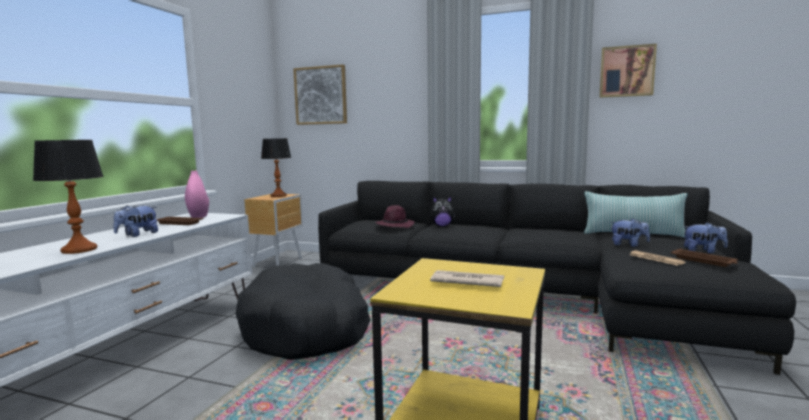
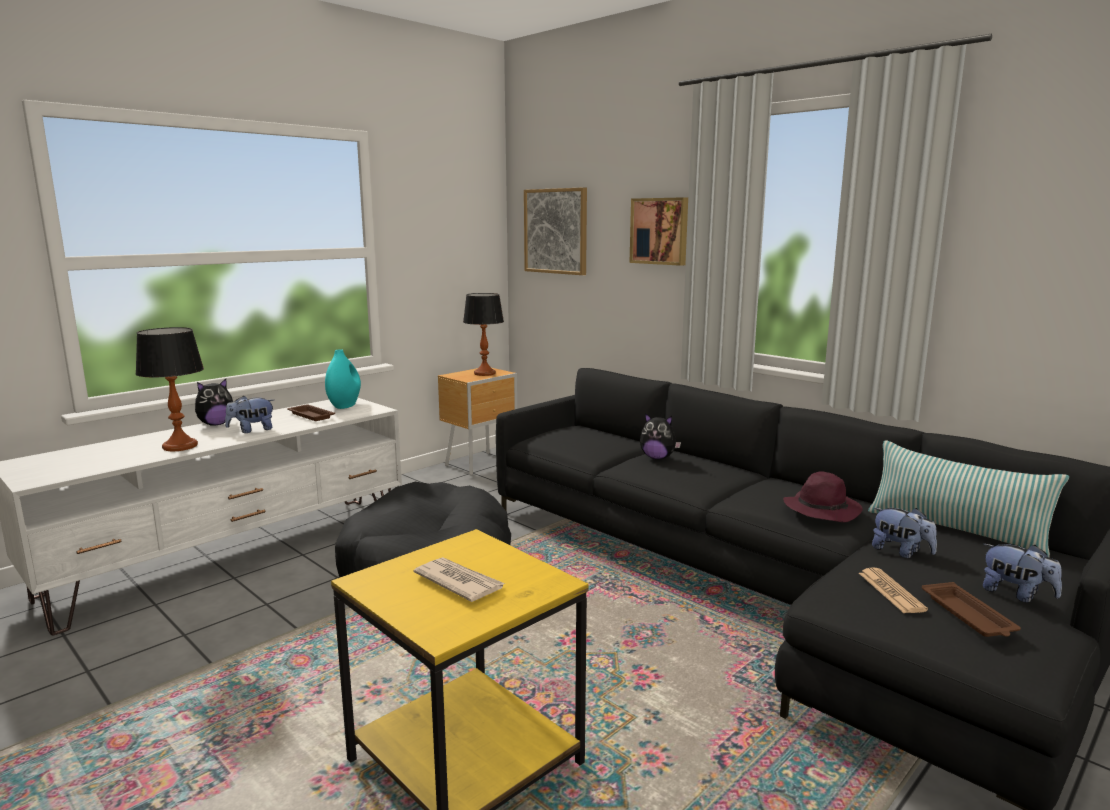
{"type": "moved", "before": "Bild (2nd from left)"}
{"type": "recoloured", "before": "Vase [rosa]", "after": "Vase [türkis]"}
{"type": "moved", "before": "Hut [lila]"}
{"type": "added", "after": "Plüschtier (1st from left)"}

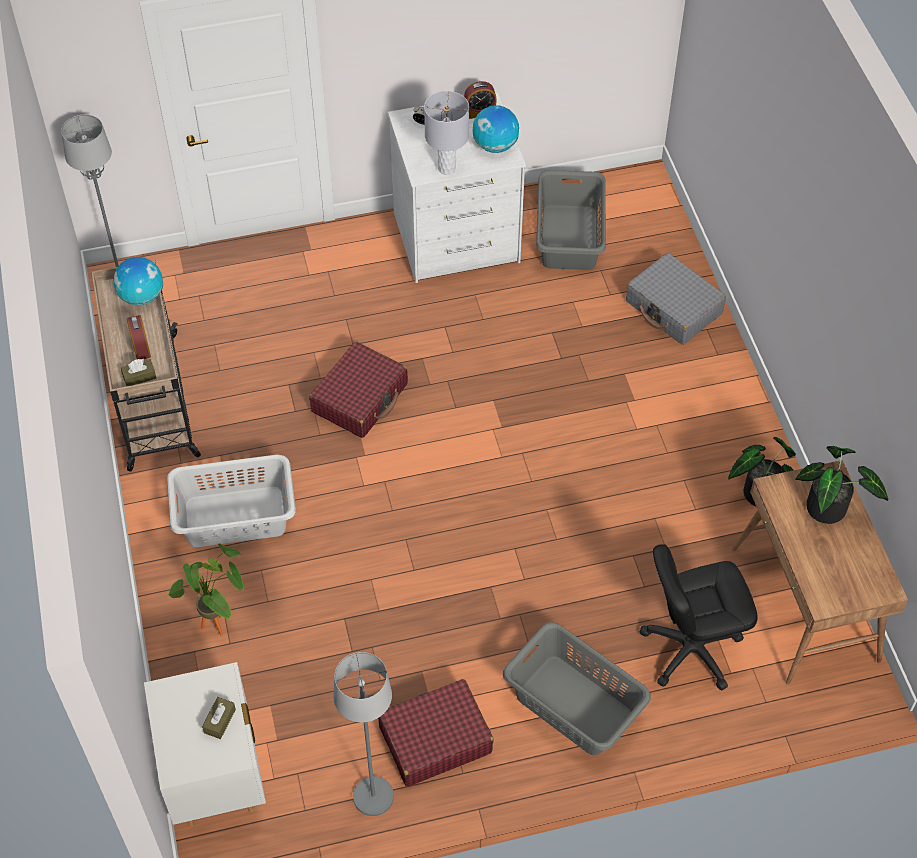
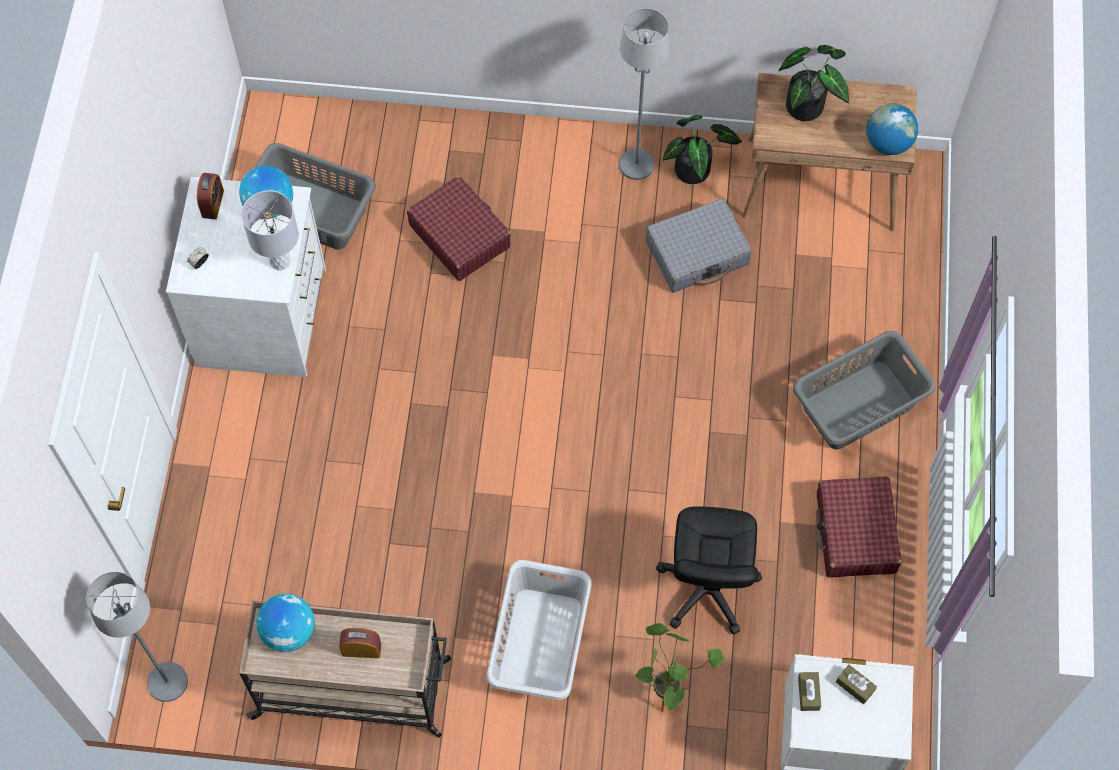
{"type": "moved", "before": "Koffer [grau]"}
{"type": "moved", "before": "Koffer [rot] (1st from left)"}
{"type": "moved", "before": "Taschentuchbox [braun] (1st from left)"}
{"type": "moved", "before": "Bürostuhl [schwarz]"}
{"type": "moved", "before": "Stehlampe [grau] (2nd from left)"}
{"type": "added", "after": "Globus (3rd from left)"}

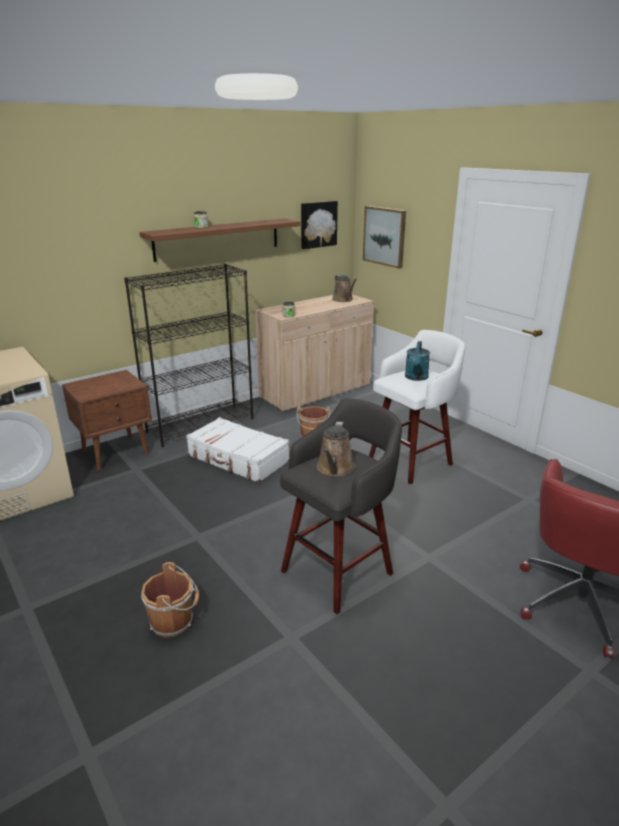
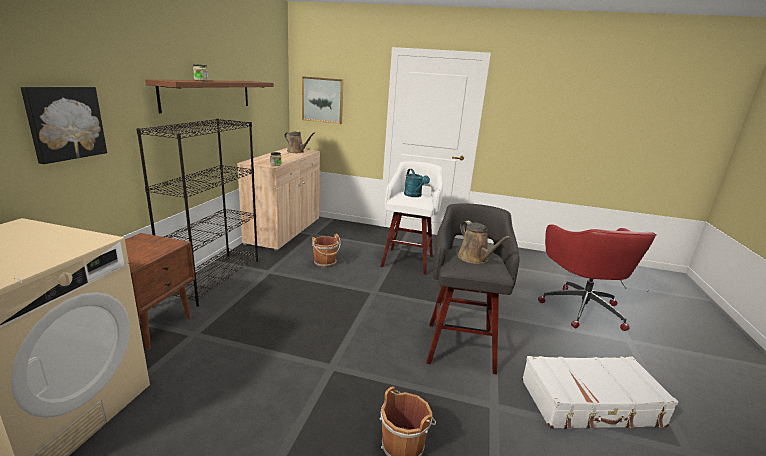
{"type": "moved", "before": "Bild (1st from left)"}
{"type": "moved", "before": "Koffer [weiß]"}

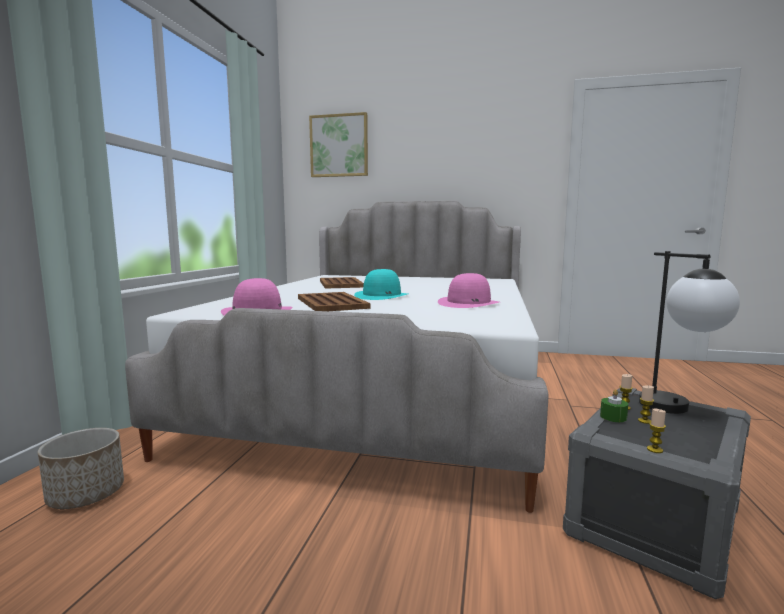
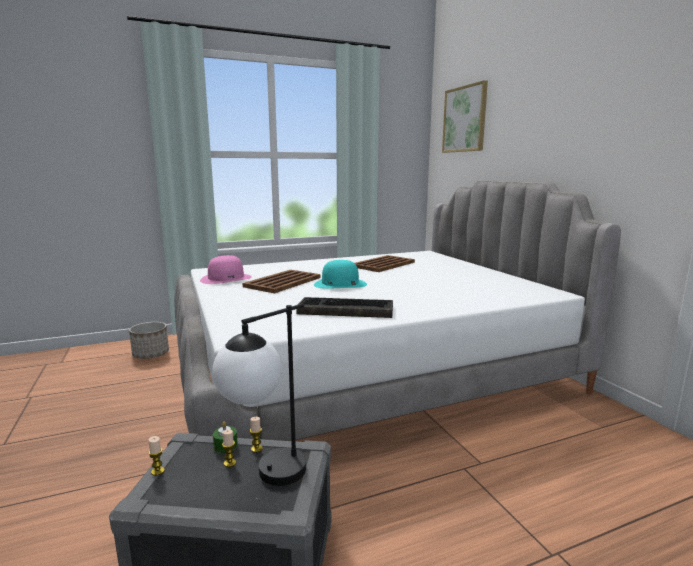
{"type": "replaced", "before": "Hut [rosa] (2nd from left)", "after": "Tastatur"}

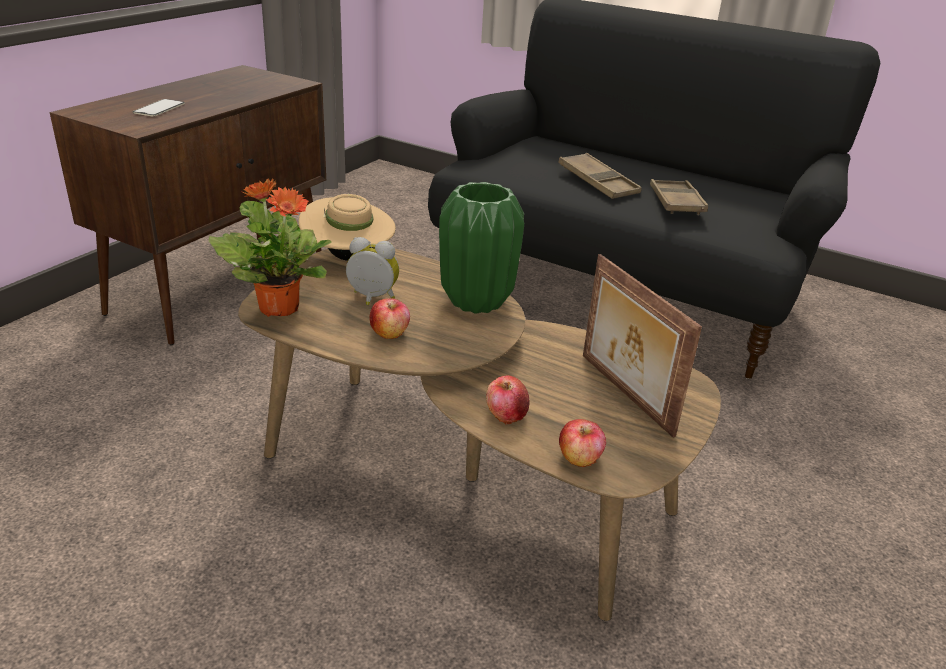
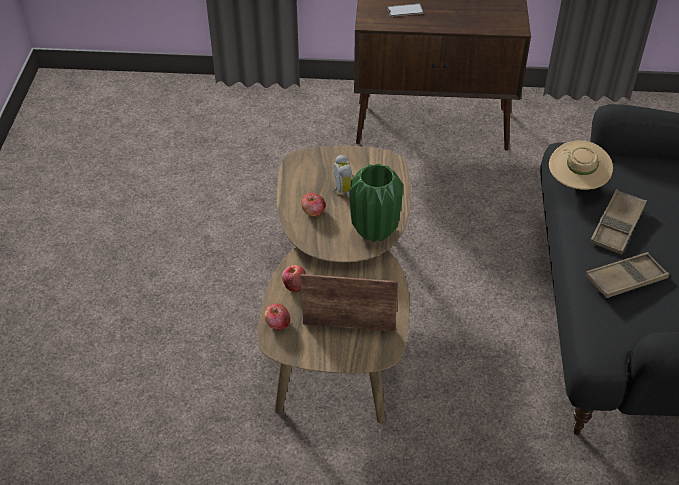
{"type": "removed", "before": "Topfpflanze"}
{"type": "moved", "before": "Hut [beige]"}
{"type": "turned", "before": "Bilderrahmen", "turn": 60}

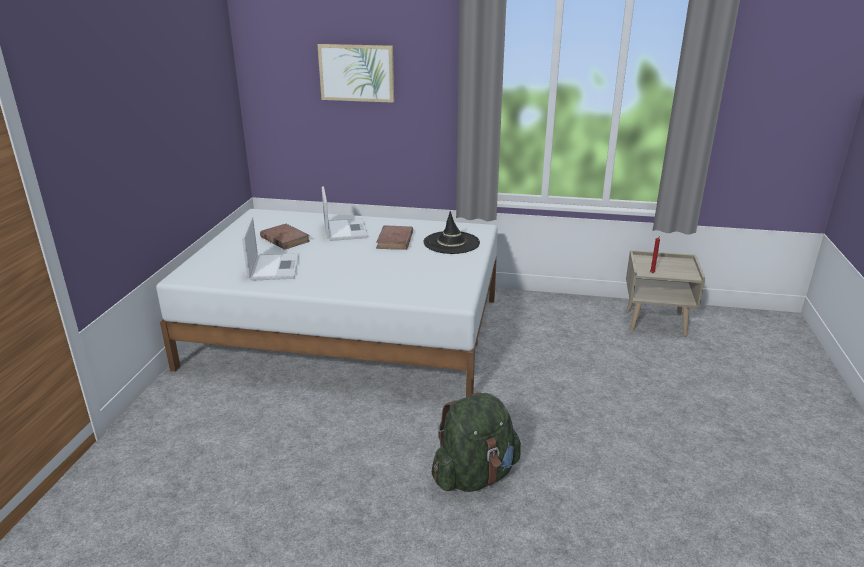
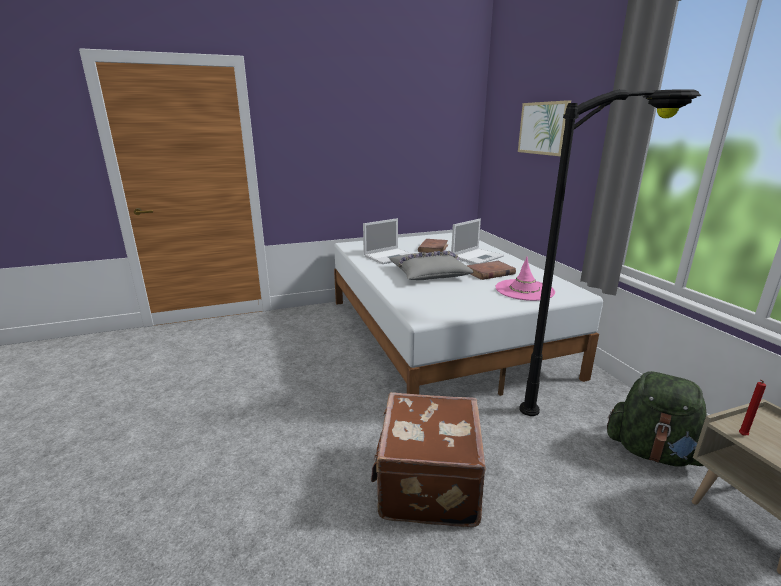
{"type": "recoloured", "before": "Hut [schwarz]", "after": "Hut [rosa]"}
{"type": "moved", "before": "Rucksack [grün]"}
{"type": "added", "after": "Stehlampe [schwarz]"}
{"type": "added", "after": "Kissen [grau]"}
{"type": "added", "after": "Koffer [braun]"}

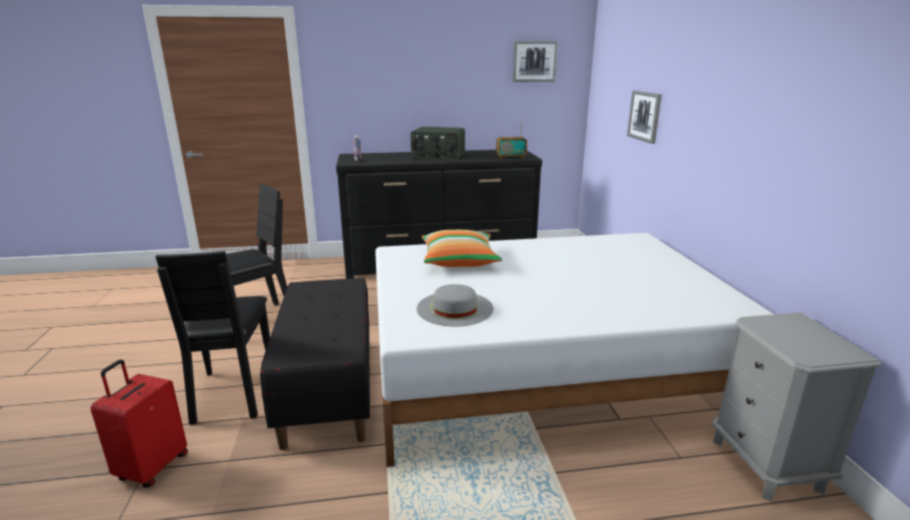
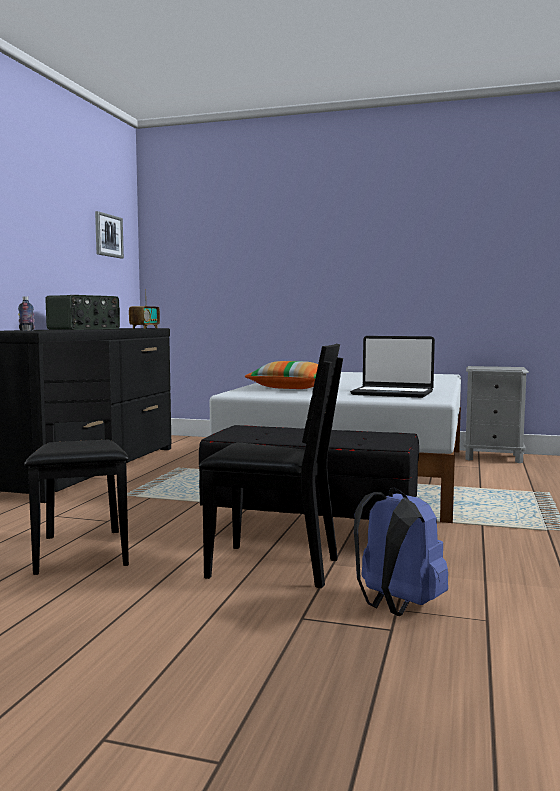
{"type": "removed", "before": "Bild (2nd from left)"}
{"type": "replaced", "before": "Hut [grau]", "after": "Laptop"}
{"type": "replaced", "before": "Koffer [rot]", "after": "Rucksack [blau]"}

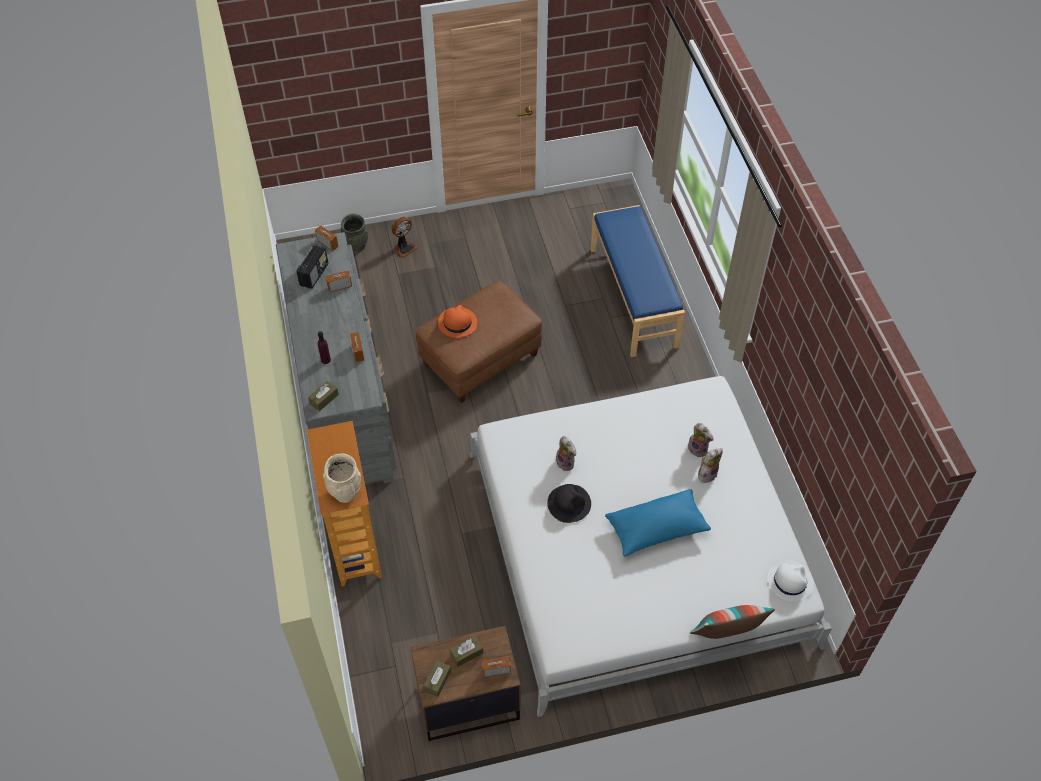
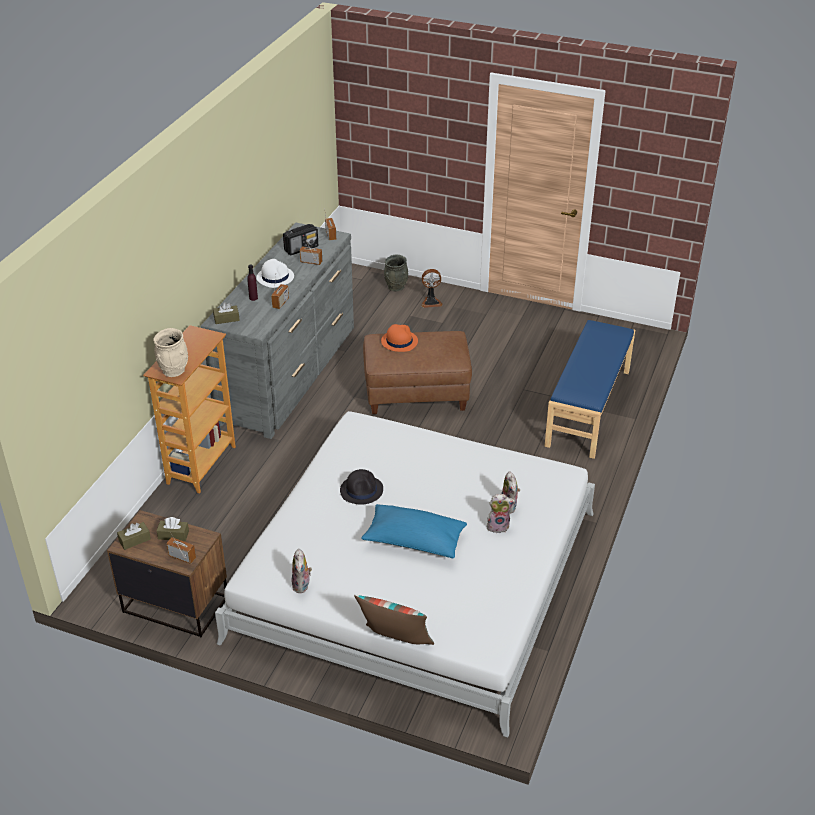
{"type": "moved", "before": "Plüschtier (1st from left)"}
{"type": "moved", "before": "Hut [weiß]"}

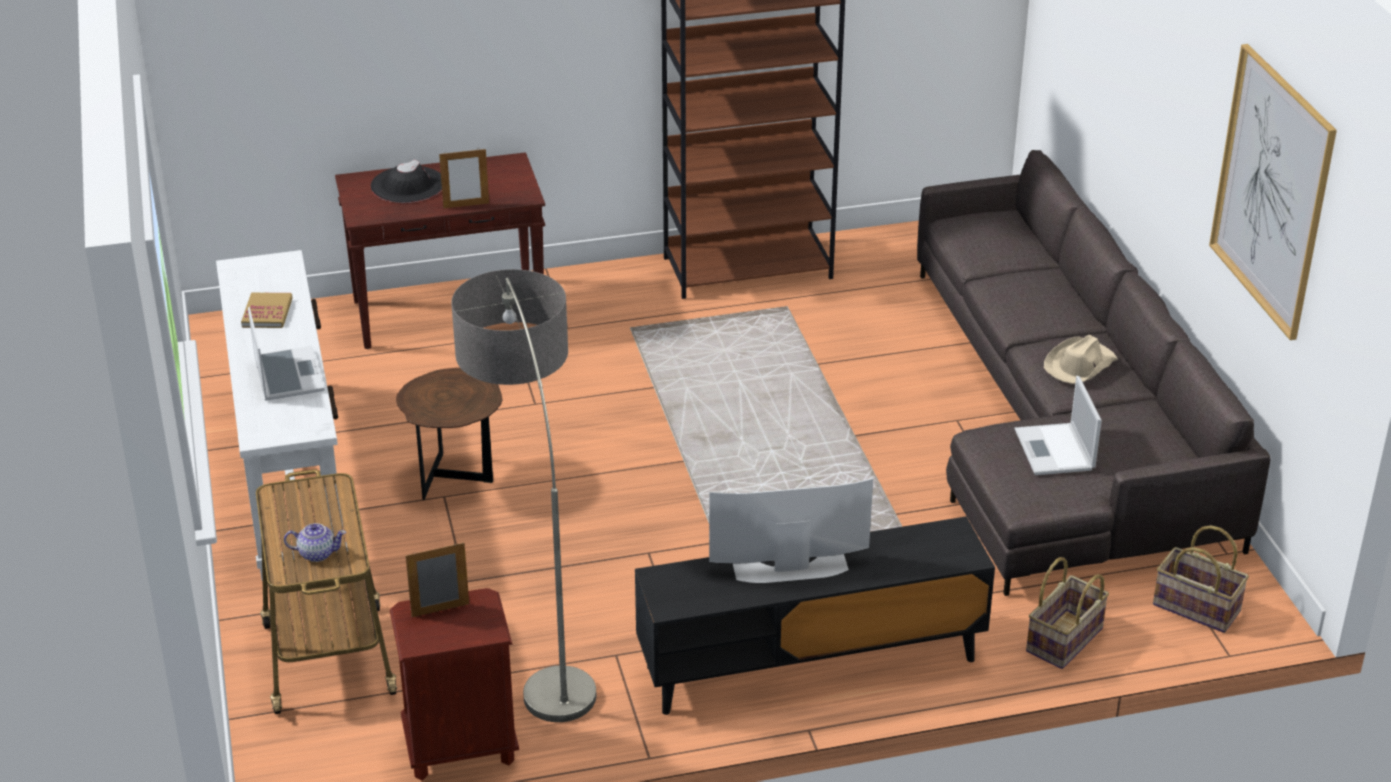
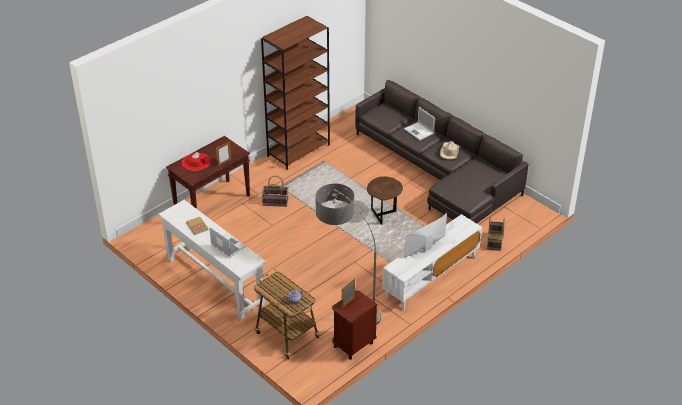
{"type": "removed", "before": "Bild"}
{"type": "recoloured", "before": "Hut [schwarz]", "after": "Hut [rot]"}
{"type": "moved", "before": "Beistelltisch [braun]"}
{"type": "moved", "before": "Laptop (2nd from left)"}
{"type": "recoloured", "before": "Fernsehschrank [schwarz]", "after": "Fernsehschrank [weiß]"}
{"type": "moved", "before": "Korb (2nd from left in the first image)", "after": "Korb (1st from left)"}

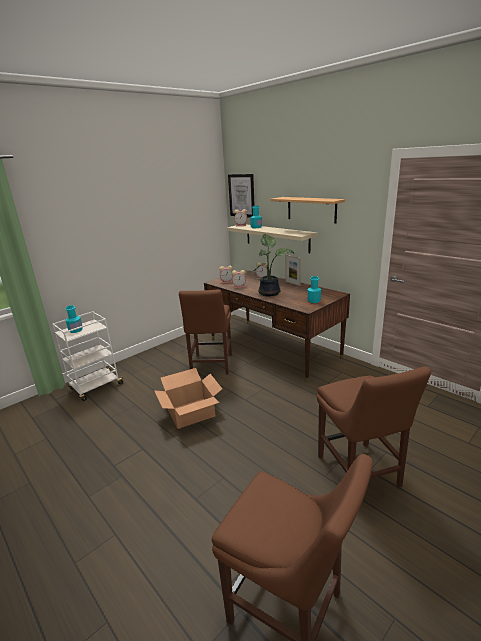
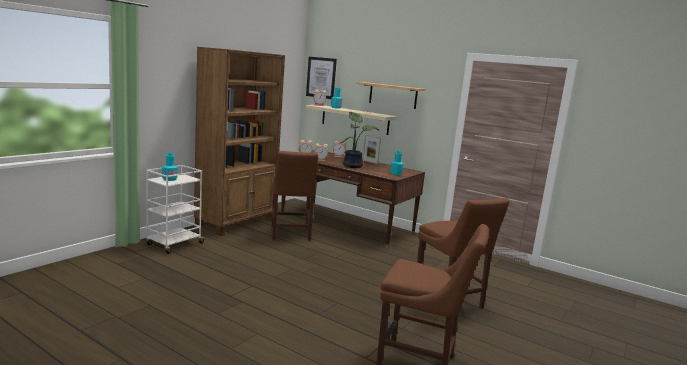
{"type": "removed", "before": "Karton"}
{"type": "added", "after": "Bücherregal [braun]"}

